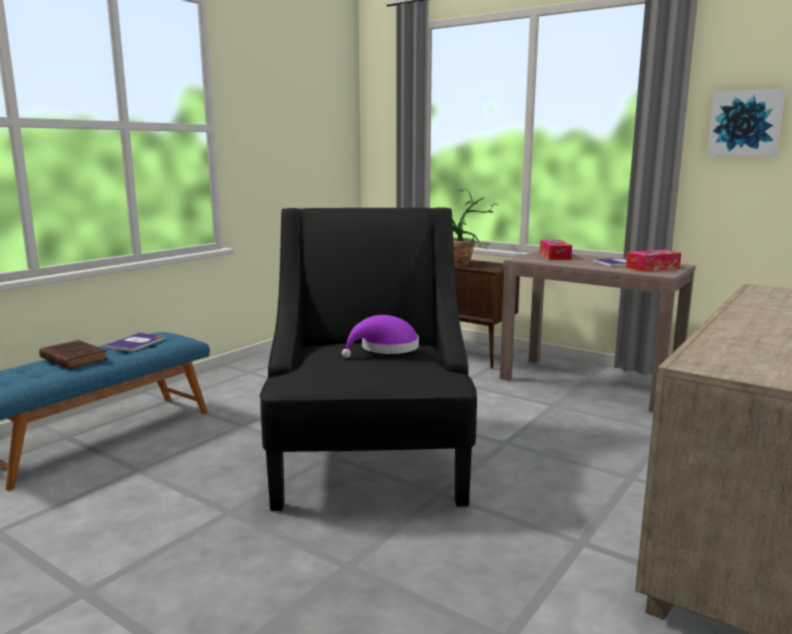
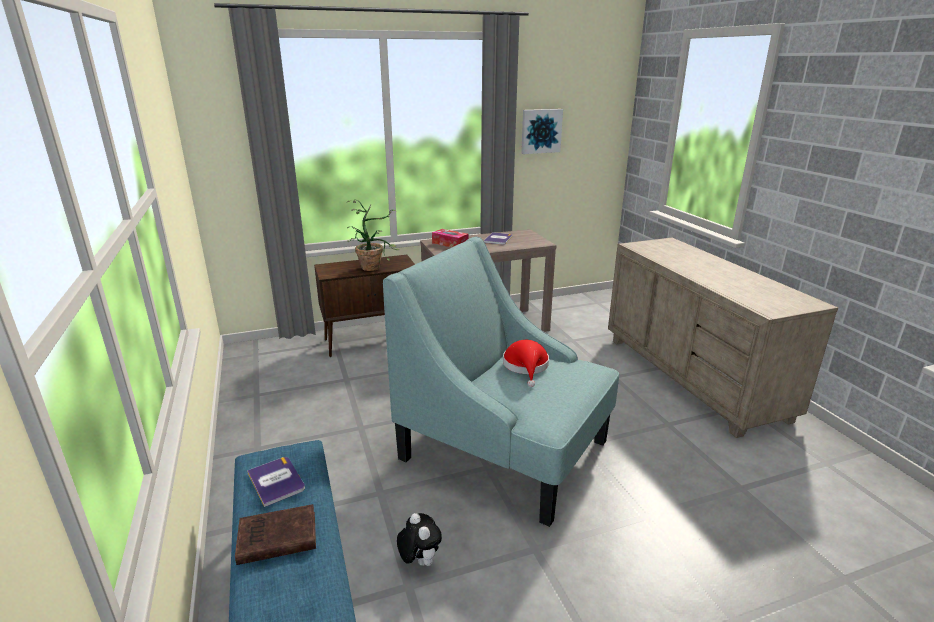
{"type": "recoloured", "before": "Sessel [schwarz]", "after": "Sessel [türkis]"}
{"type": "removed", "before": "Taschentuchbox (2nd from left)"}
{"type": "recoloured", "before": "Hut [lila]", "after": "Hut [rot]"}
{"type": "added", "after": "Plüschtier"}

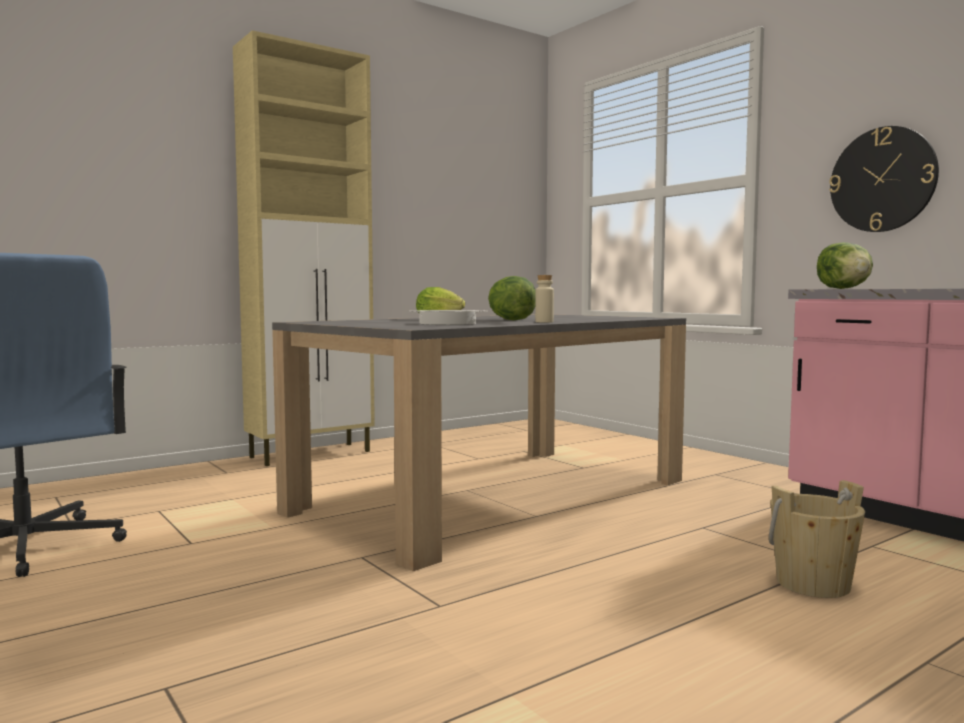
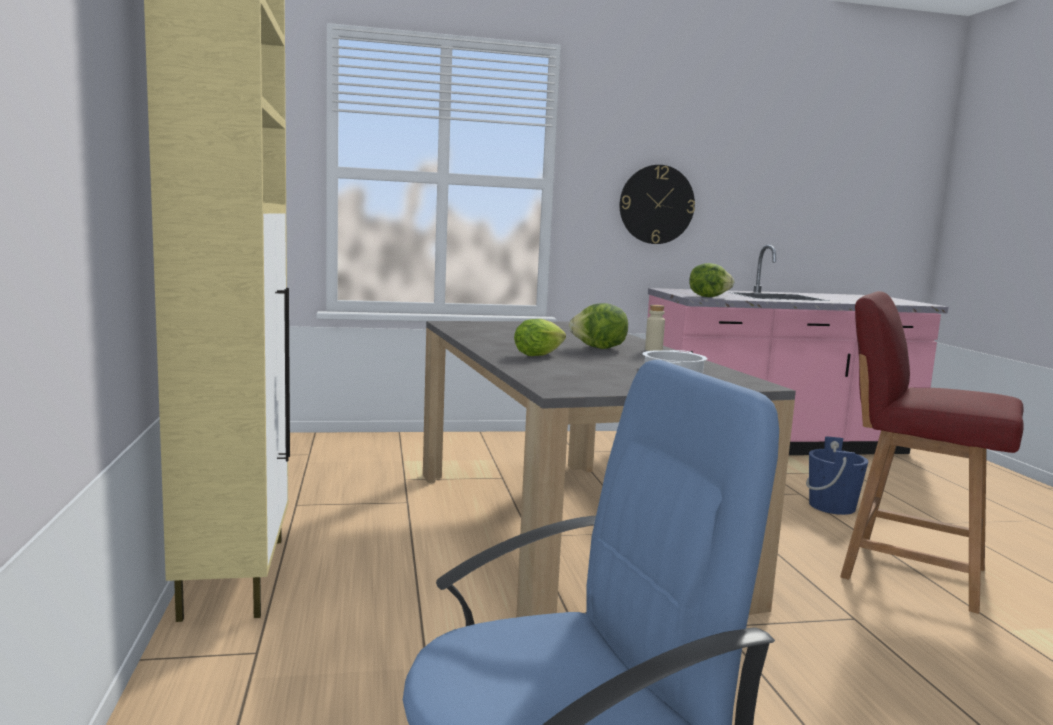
{"type": "recoloured", "before": "Eimer [beige]", "after": "Eimer [blau]"}
{"type": "added", "after": "Stuhl [rot]"}

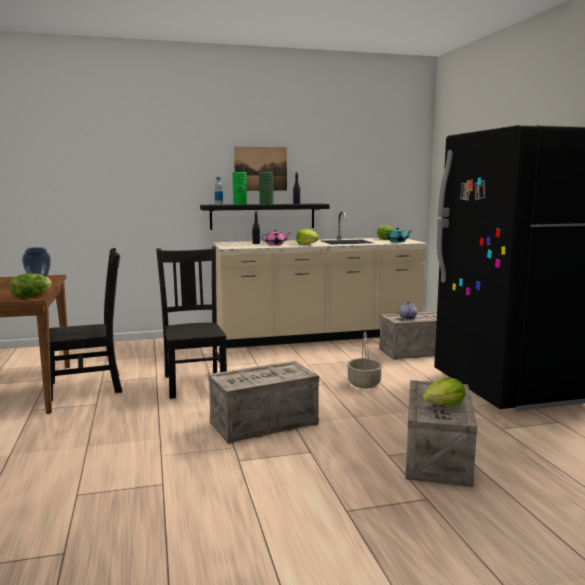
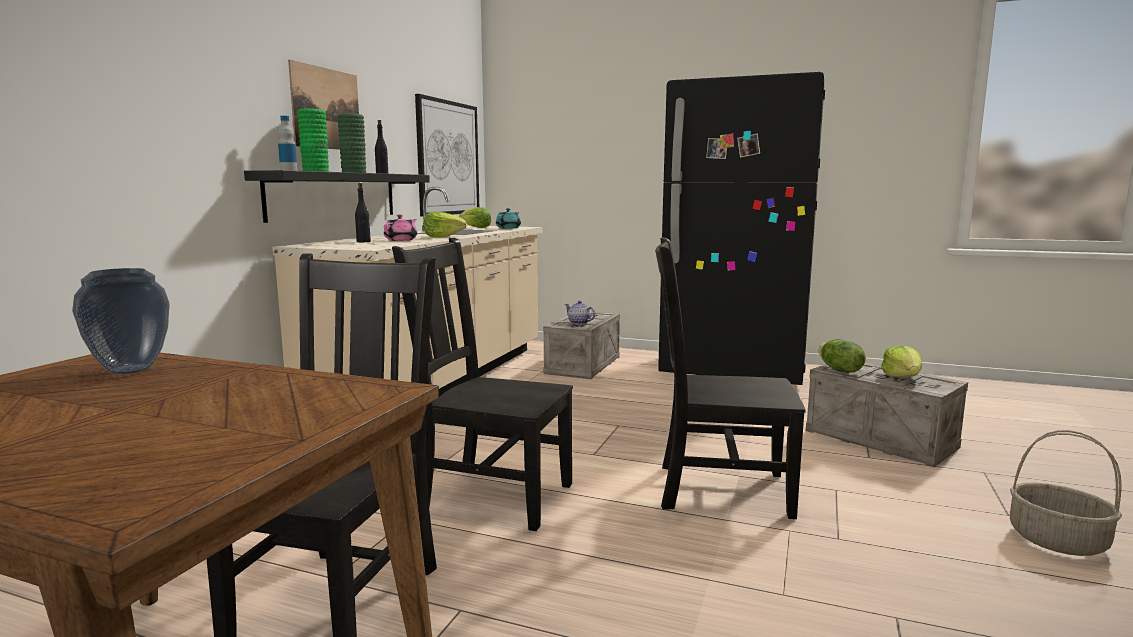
{"type": "moved", "before": "Salatkopf (1st from left in the first image)", "after": "Salatkopf (3rd from left)"}
{"type": "moved", "before": "Korb"}
{"type": "replaced", "before": "Kiste (1st from left)", "after": "Stuhl [schwarz] (3rd from left)"}
{"type": "added", "after": "Bild (2nd from left)"}

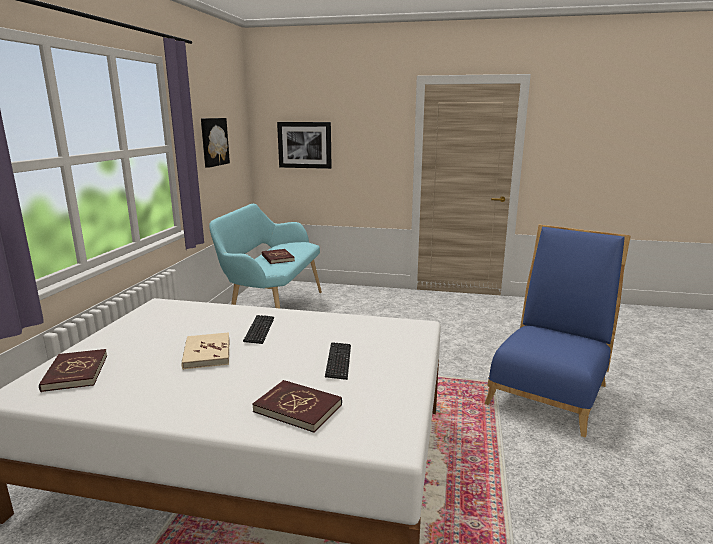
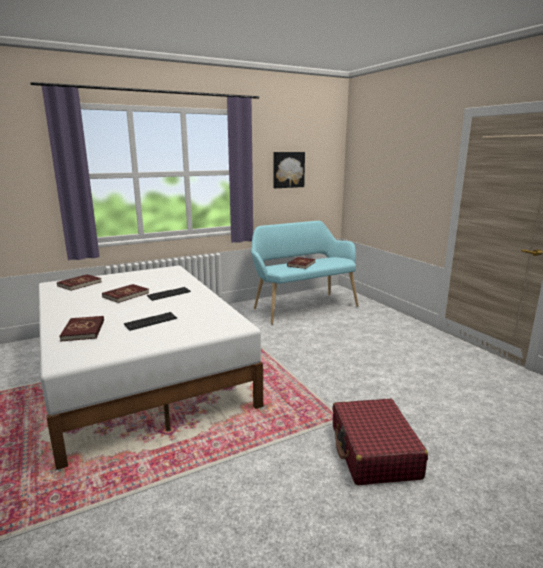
{"type": "removed", "before": "Bild (2nd from left)"}
{"type": "replaced", "before": "Stuhl [blau]", "after": "Koffer [rot]"}
{"type": "recoloured", "before": "Buch [beige]", "after": "Buch [rot] (3rd from left)"}

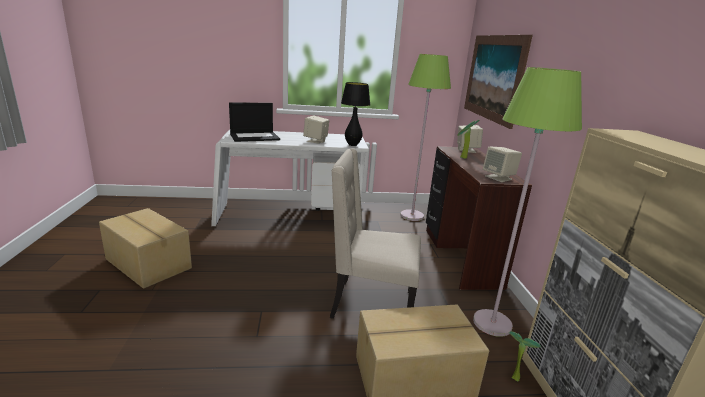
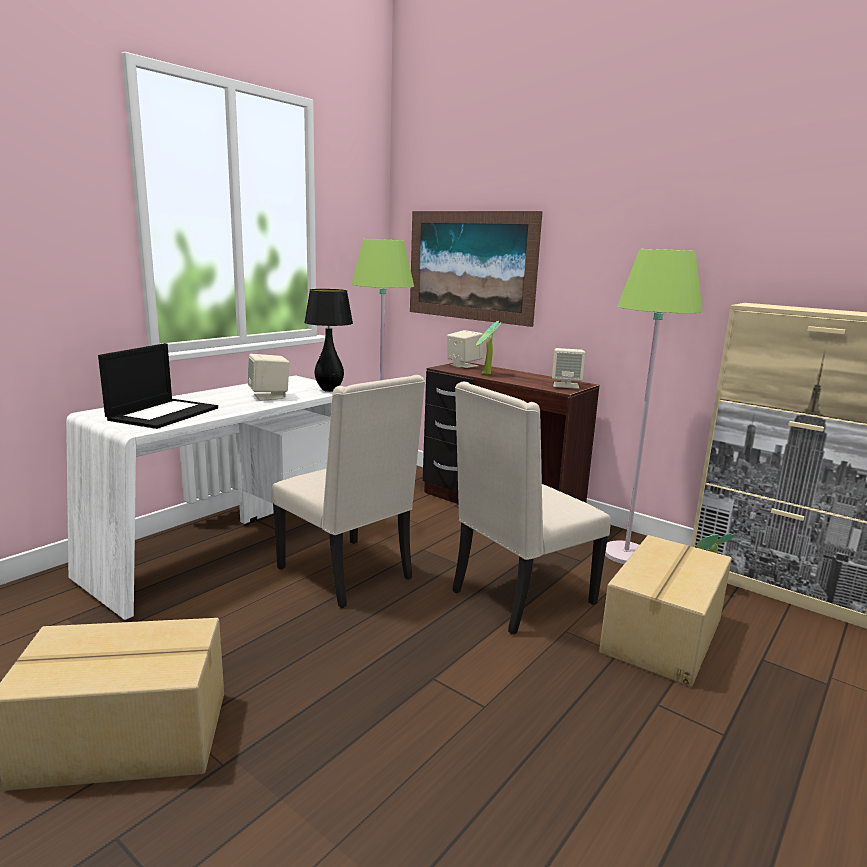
{"type": "added", "after": "Stuhl [beige] (1st from left)"}

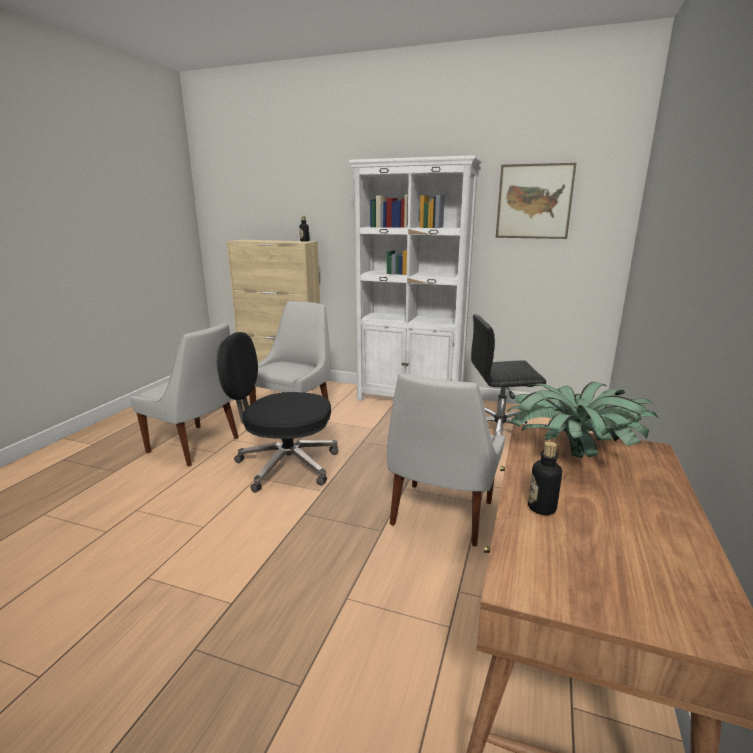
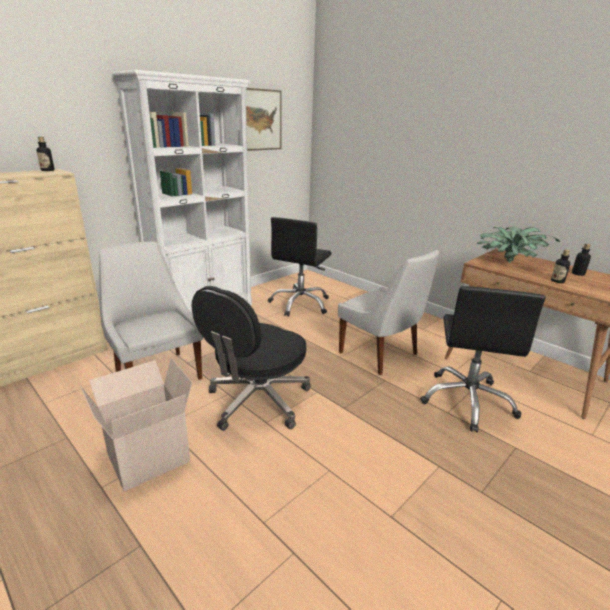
{"type": "replaced", "before": "Stuhl [weiß] (1st from left)", "after": "Karton"}
{"type": "added", "after": "Flasche (3rd from left)"}
{"type": "added", "after": "Bürostuhl [schwarz] (3rd from left)"}

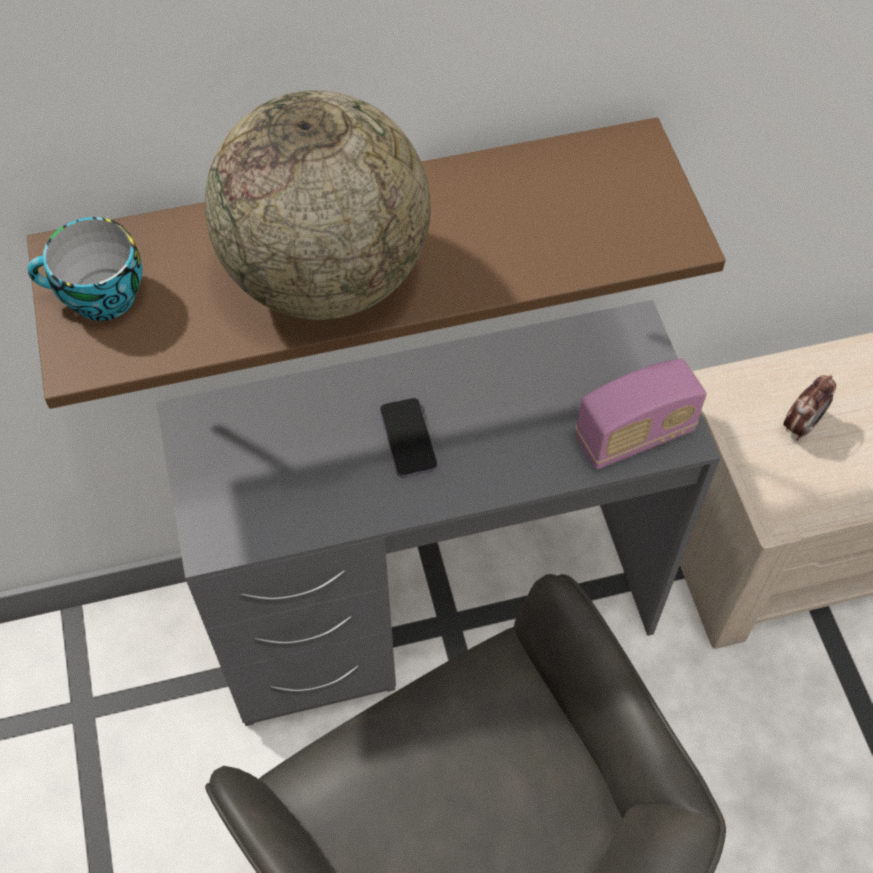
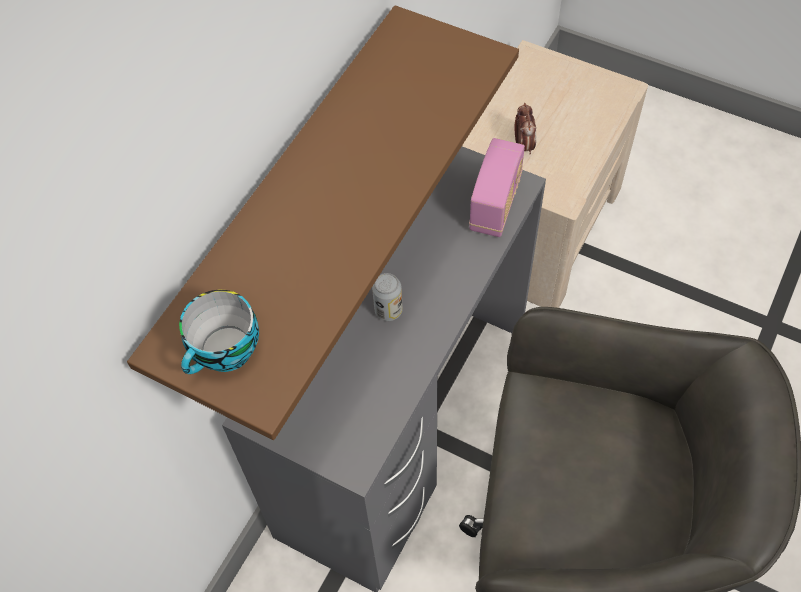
{"type": "removed", "before": "Globus"}
{"type": "replaced", "before": "Handy", "after": "Dose"}

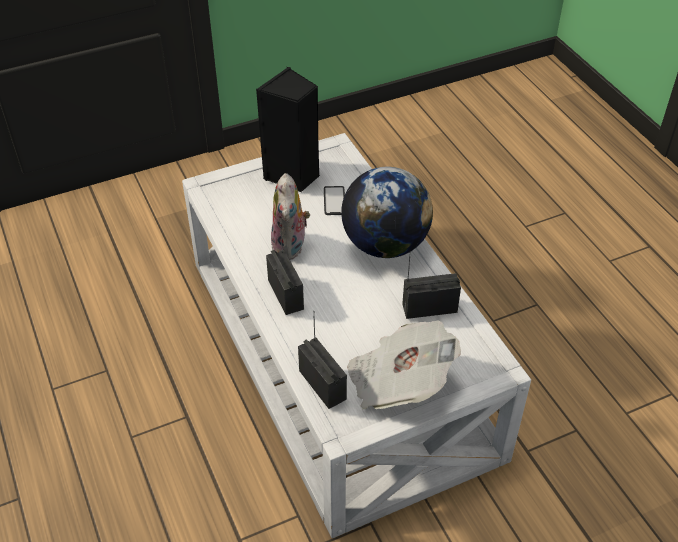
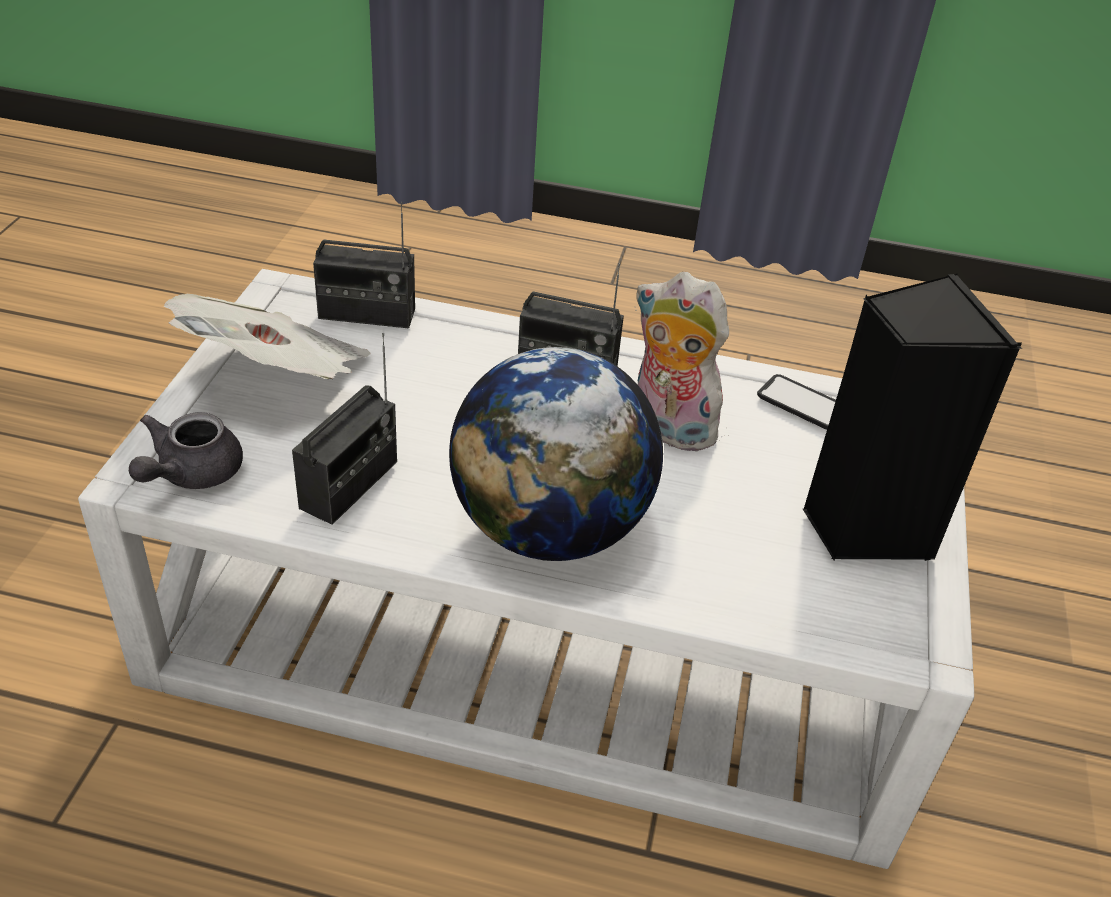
{"type": "moved", "before": "Handy"}
{"type": "added", "after": "Teekanne [grau]"}

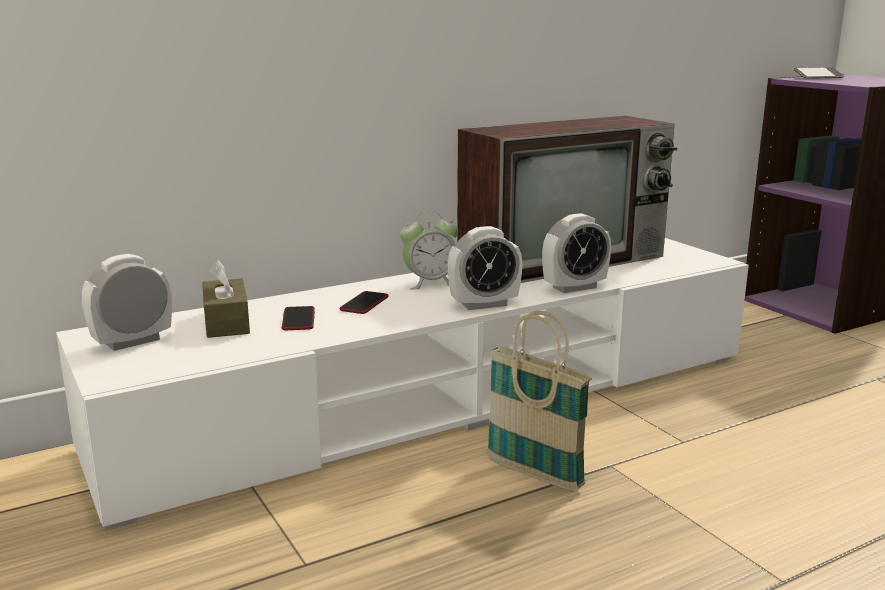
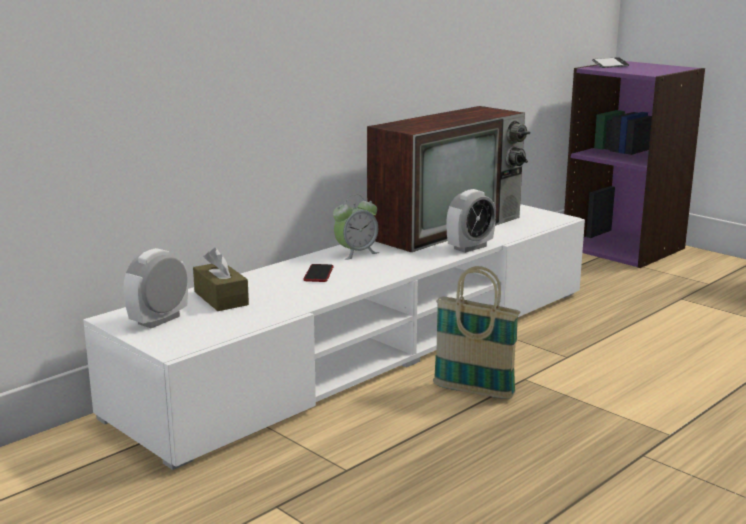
{"type": "removed", "before": "Wecker (3rd from left)"}
{"type": "removed", "before": "Handy (1st from left)"}

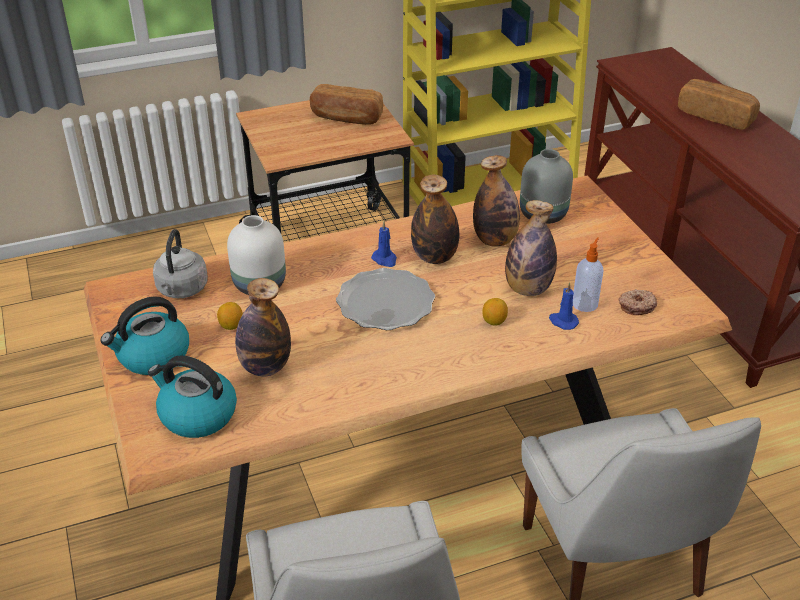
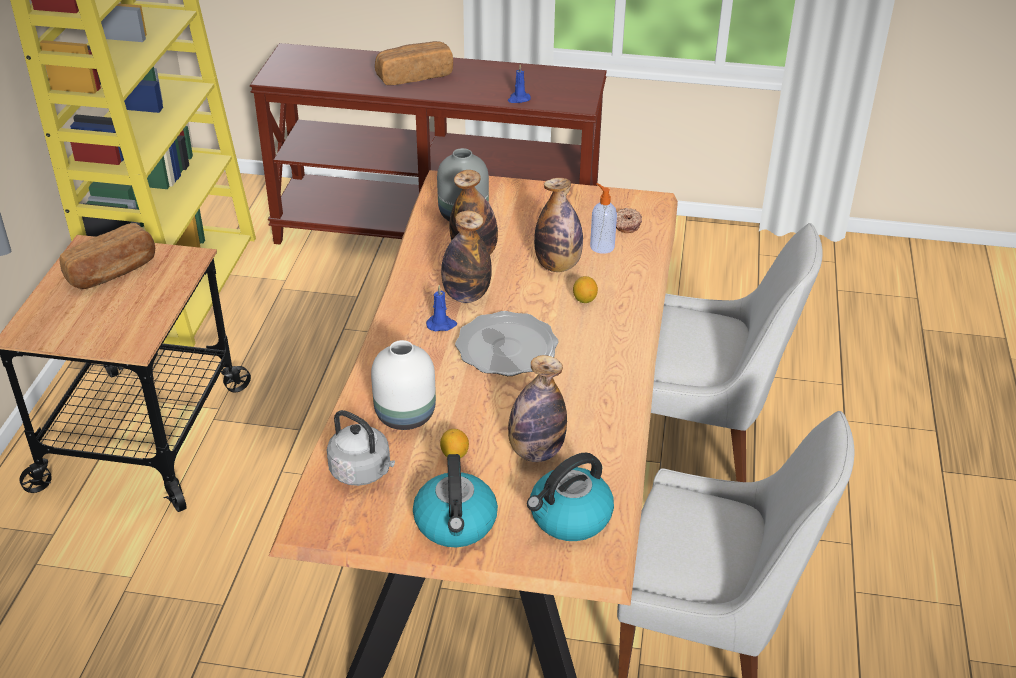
{"type": "moved", "before": "Kerze [blau] (2nd from left)"}

